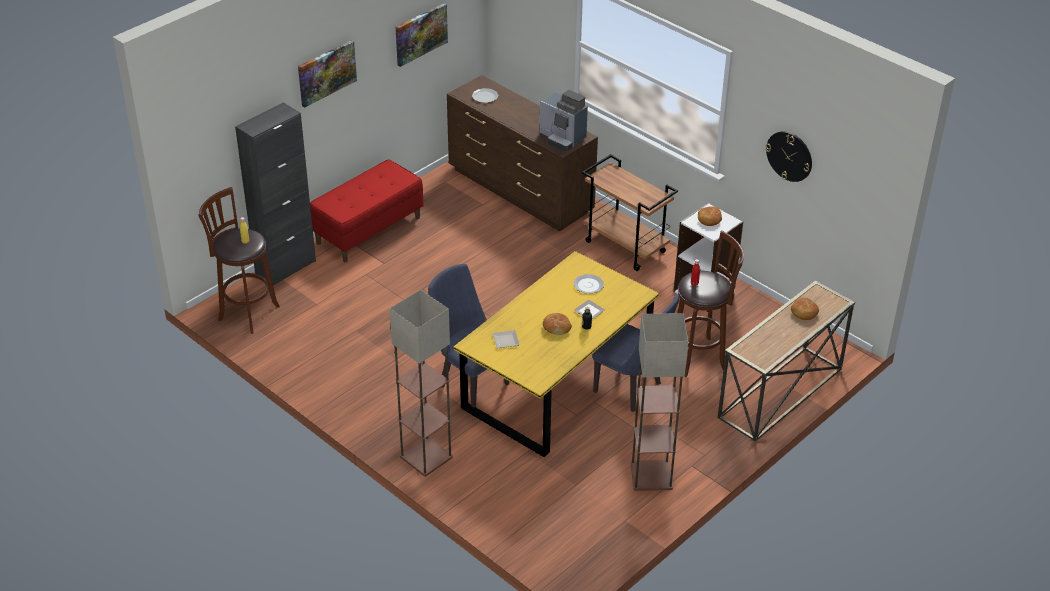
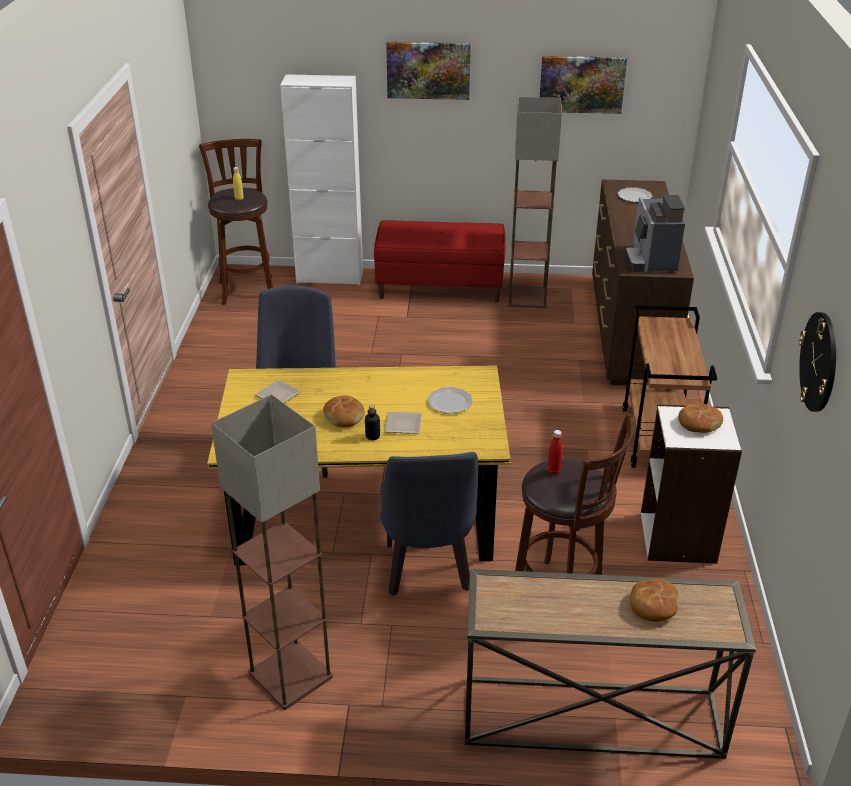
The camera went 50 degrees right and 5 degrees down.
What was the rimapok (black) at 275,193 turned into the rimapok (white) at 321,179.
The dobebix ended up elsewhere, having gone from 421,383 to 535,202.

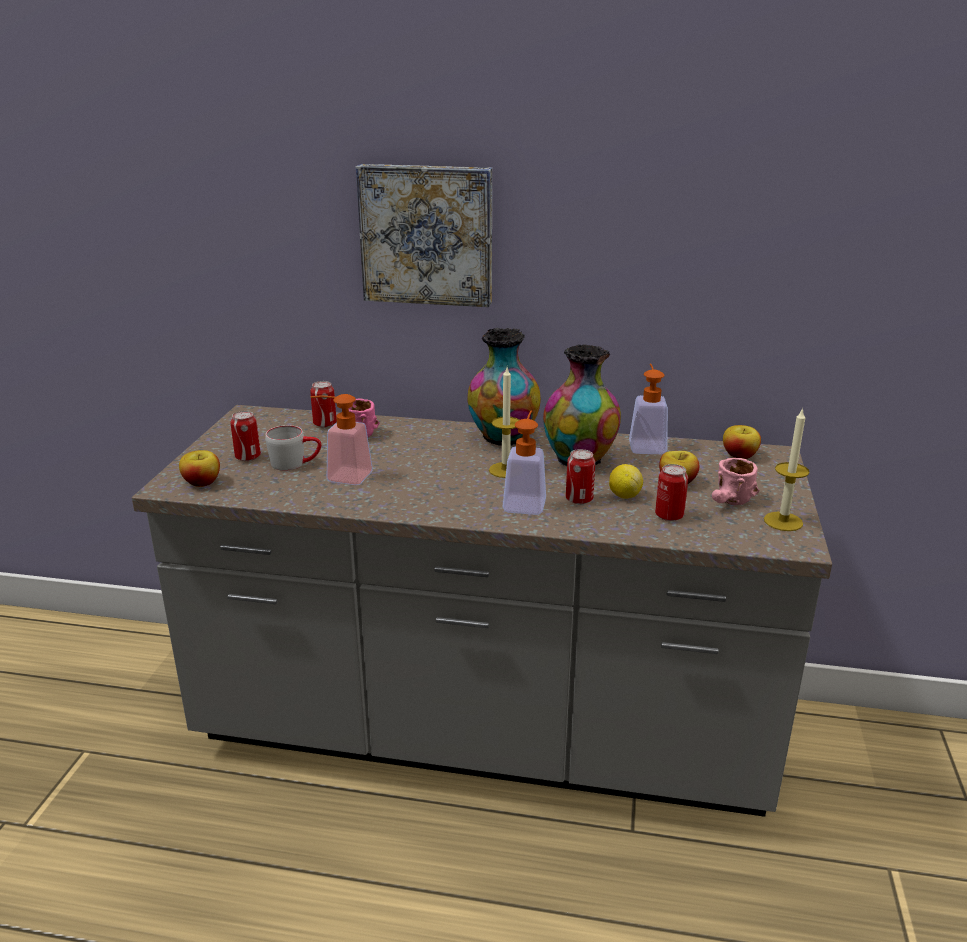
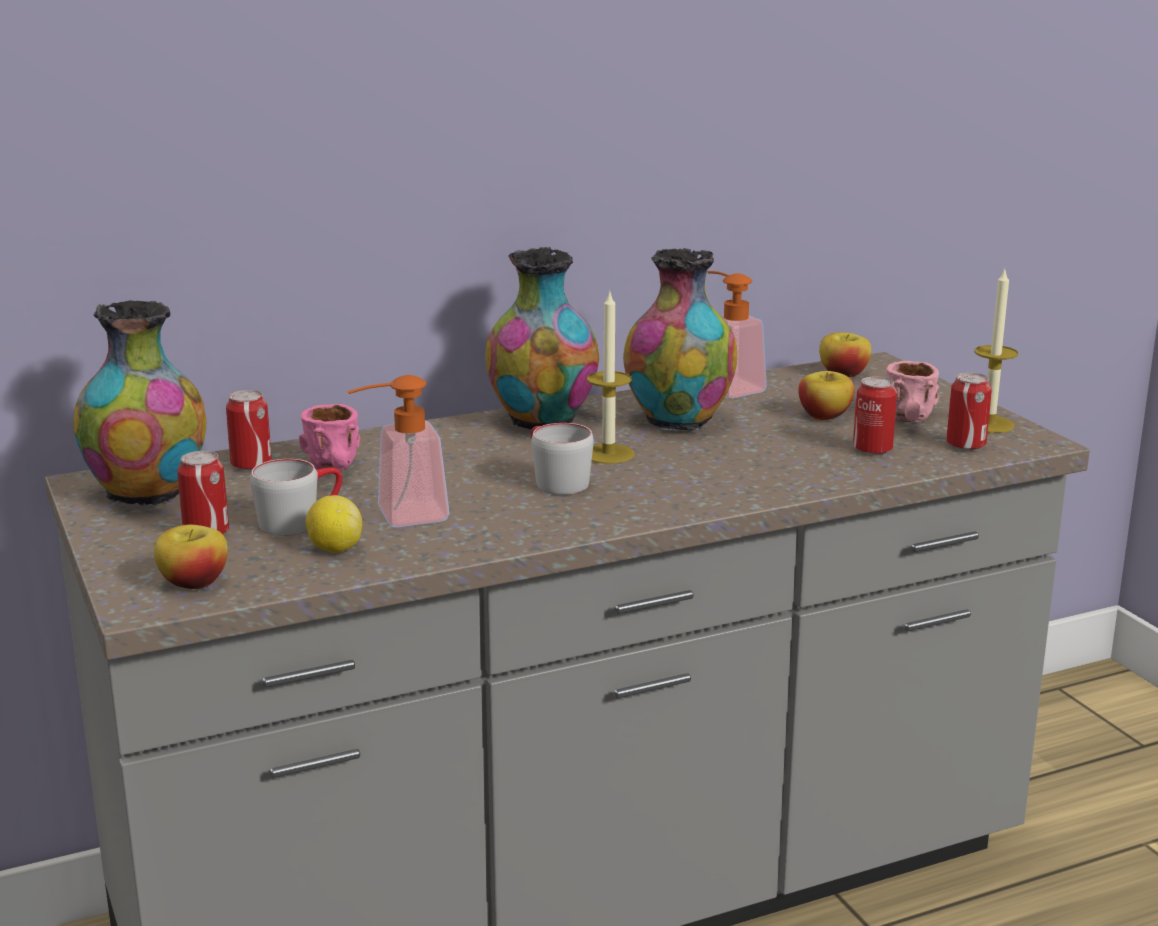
The camera went 35 degrees left and 5 degrees down.
The second view lost the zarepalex at 424,235.
The second view lost the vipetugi at 524,462.
The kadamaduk ended up elsewhere, having gone from 580,476 to 969,411.
The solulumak ended up elsewhere, having gone from 626,481 to 334,524.
The second view gained the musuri at 140,403.
The second view gained the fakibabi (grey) at 562,459.

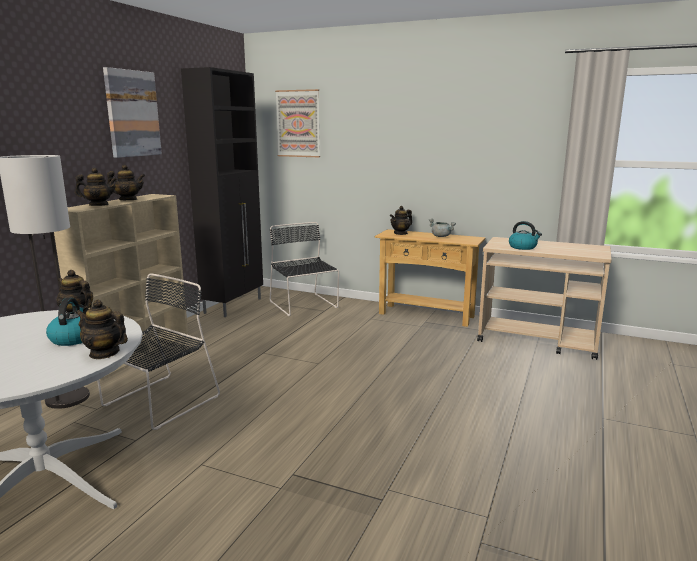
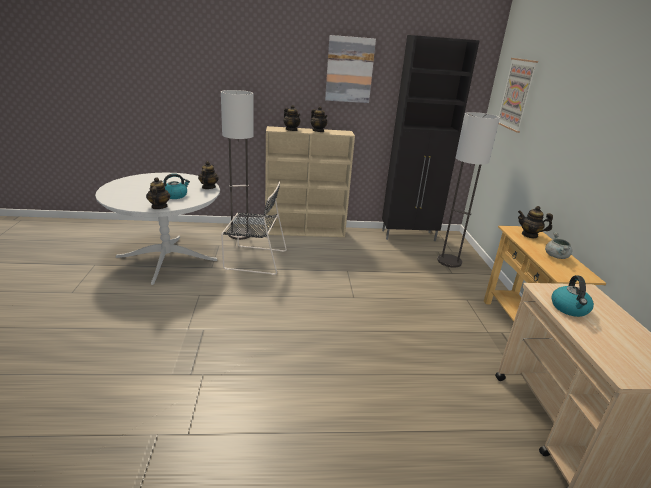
The camera went 60 degrees right and 10 degrees up.
Where the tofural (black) stood at 304,269, the dobebix came to stand at 468,190.

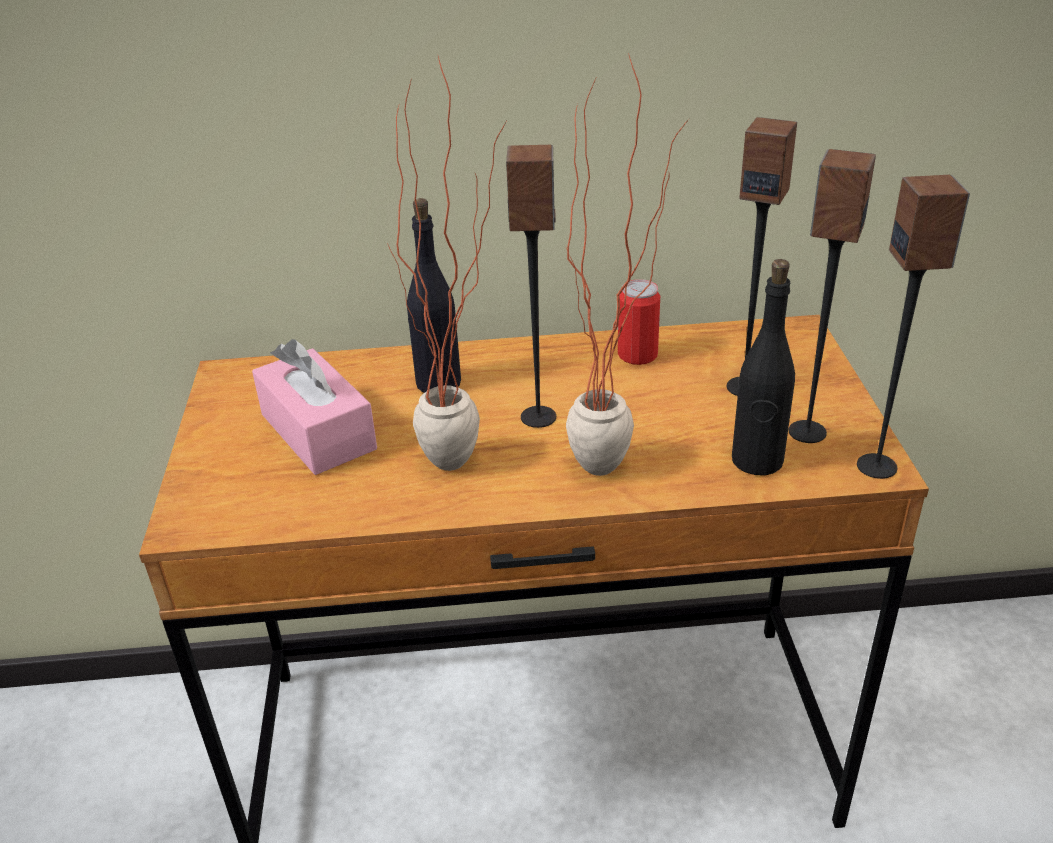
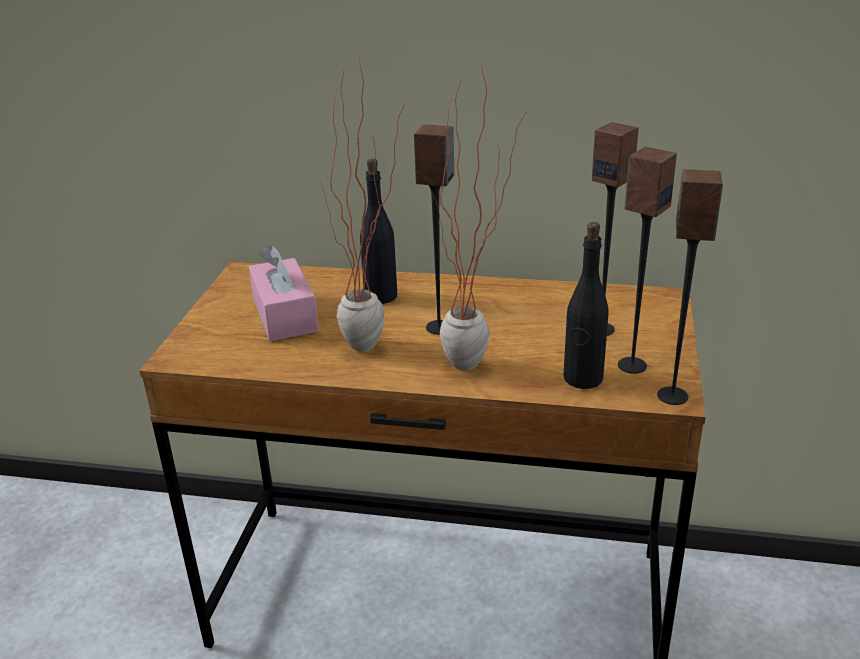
The camera went 15 degrees right and 5 degrees down.
The second view lost the kadamaduk at 639,322.

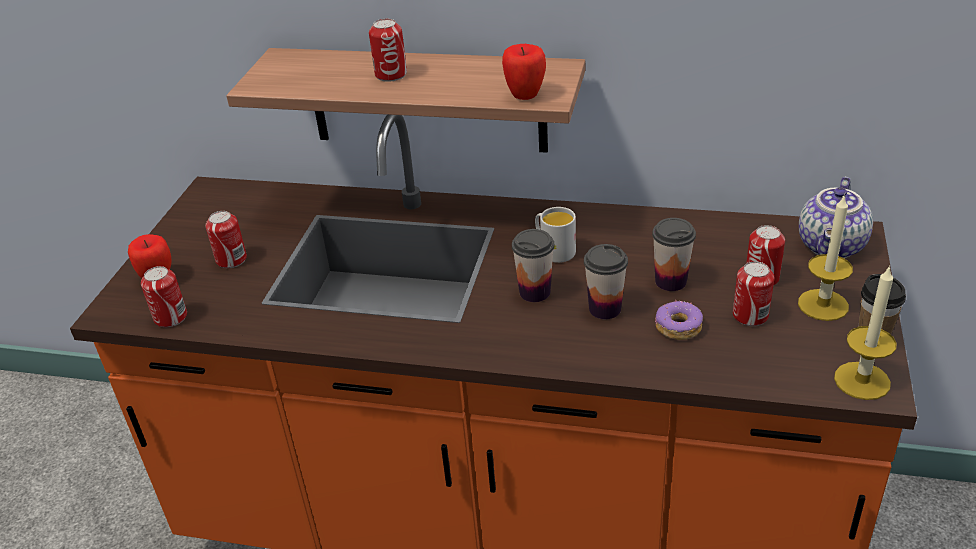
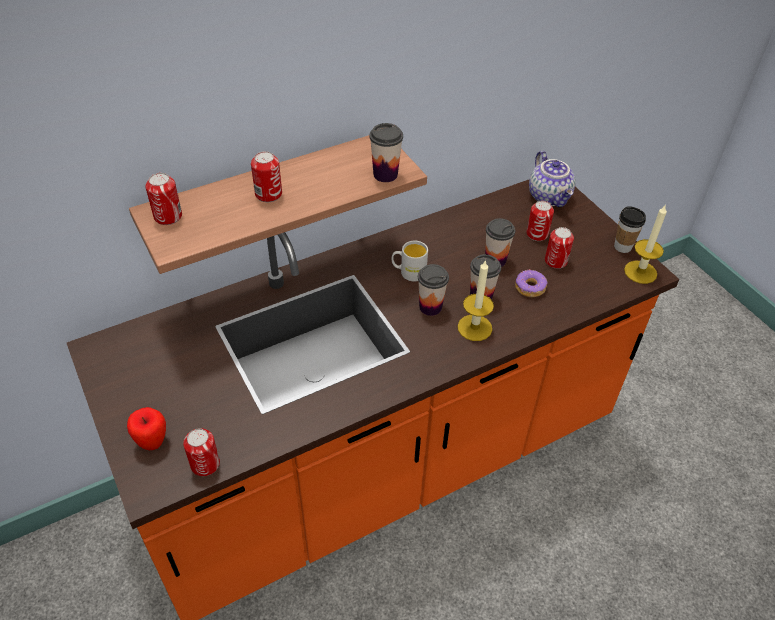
The camera went 45 degrees left and 10 degrees up.
Where the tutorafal stood at 524,72, the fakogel came to stand at 386,152.
The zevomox ended up elsewhere, having gone from 825,257 to 476,300.
The kadamaduk ended up elsewhere, having gone from 226,239 to 163,199.

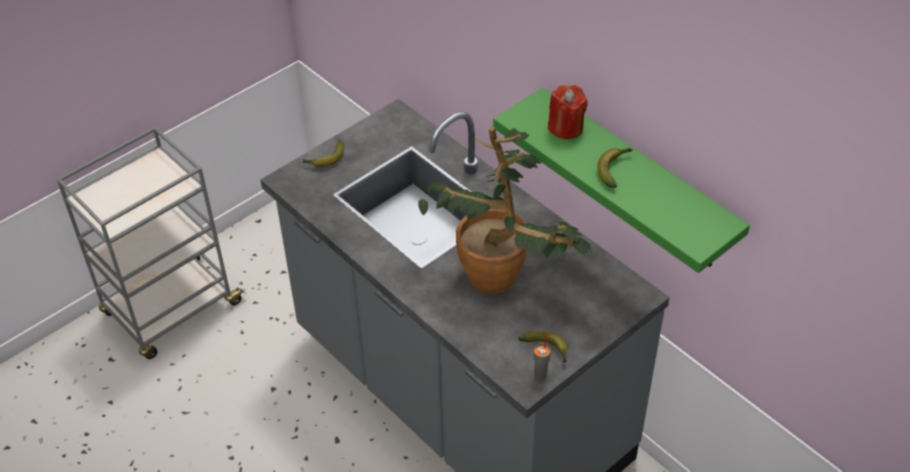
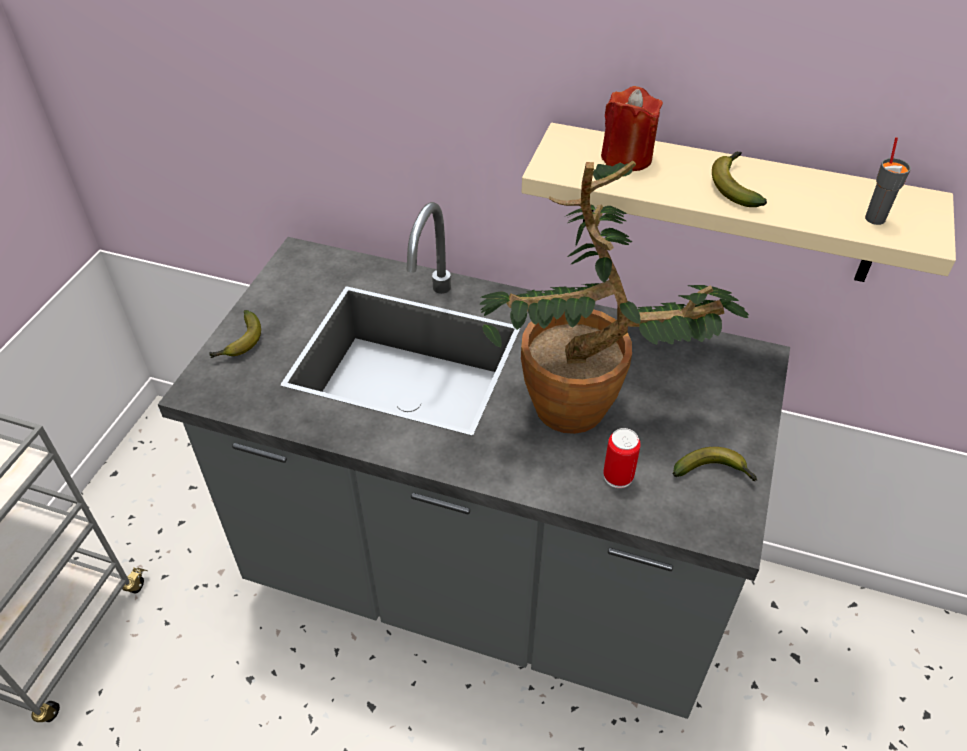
The camera went 30 degrees left and 0 degrees up.
What was the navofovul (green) at 621,180 turned into the navofovul (beige) at 739,202.
The fakogel (grey) ended up elsewhere, having gone from 542,356 to 888,181.
The second view gained the kadamaduk at 622,458.

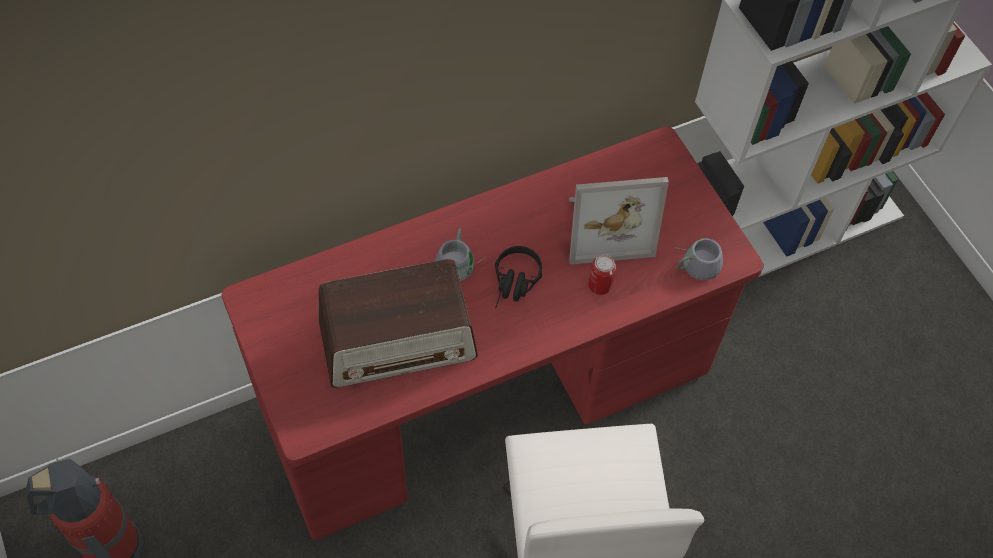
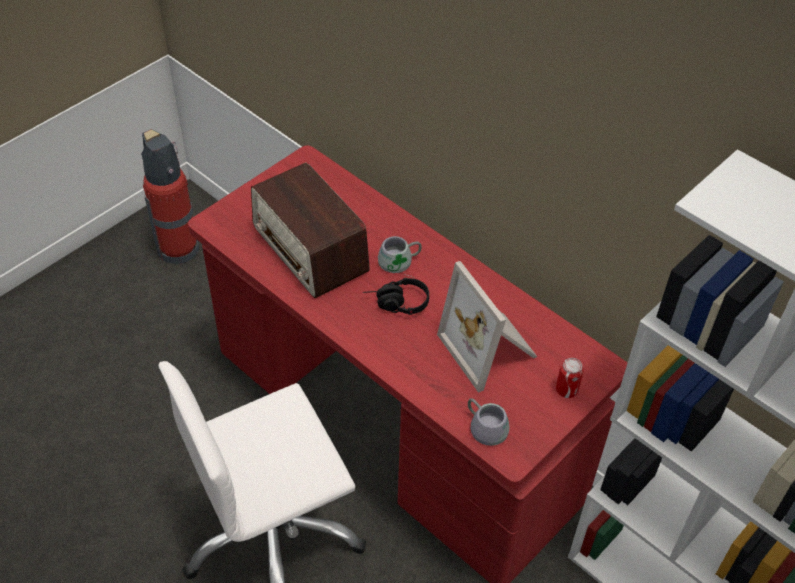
The camera went 70 degrees right and 10 degrees down.
The kadamaduk ended up elsewhere, having gone from 602,274 to 570,378.

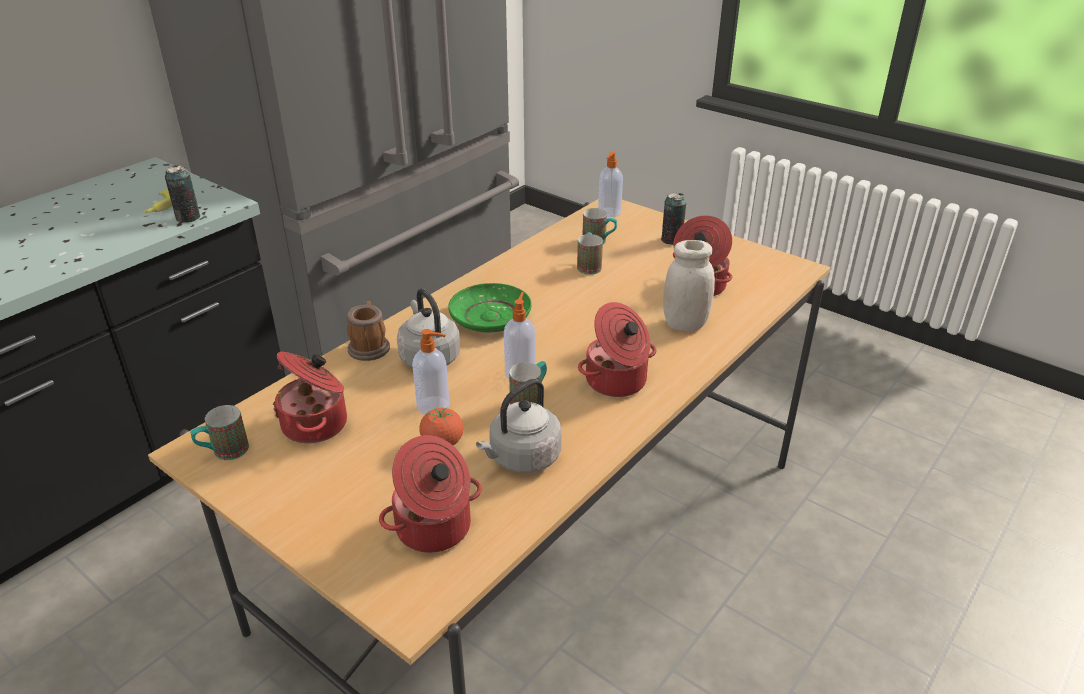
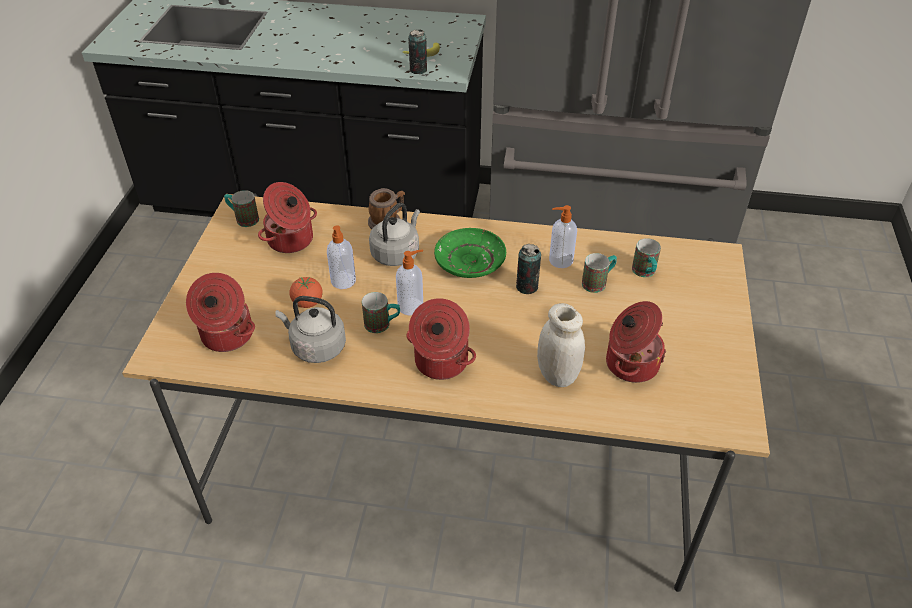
The camera went 60 degrees right and 10 degrees up.
The vipetugi ended up elsewhere, having gone from 610,184 to 563,236.
The kadamaduk ended up elsewhere, having gone from 673,218 to 528,269.

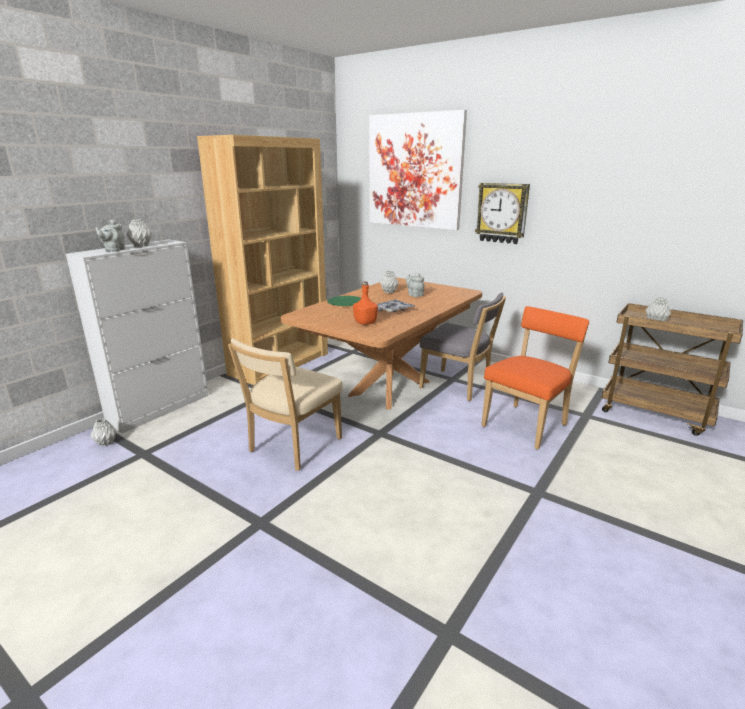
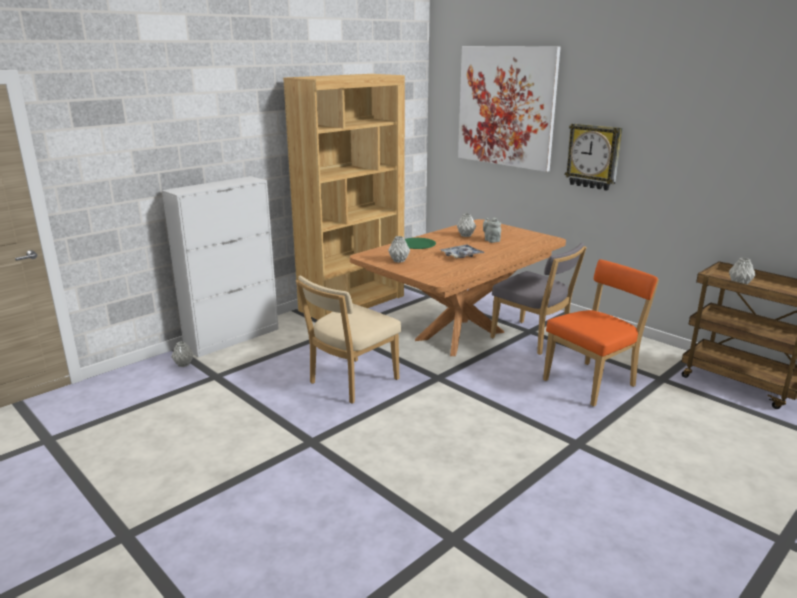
The camera went 10 degrees right and 0 degrees up.
The musuri (grey) ended up elsewhere, having gone from 139,233 to 399,249.
The second view lost the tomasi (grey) at 110,236.
The second view lost the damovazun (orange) at 365,303.

